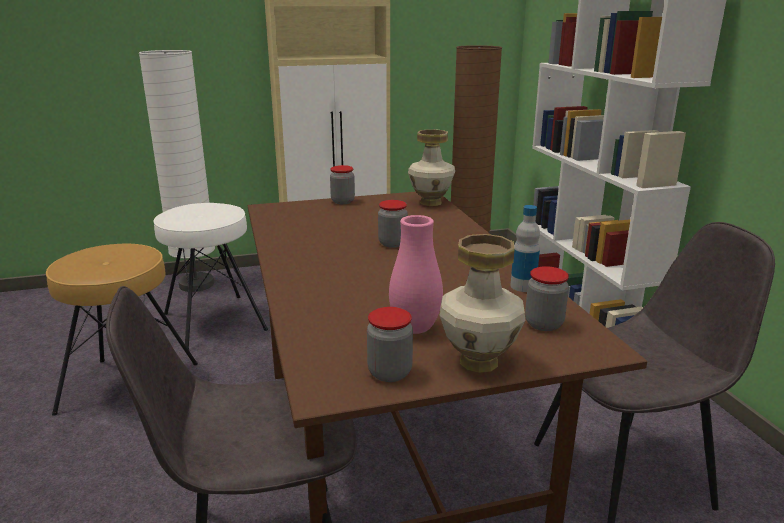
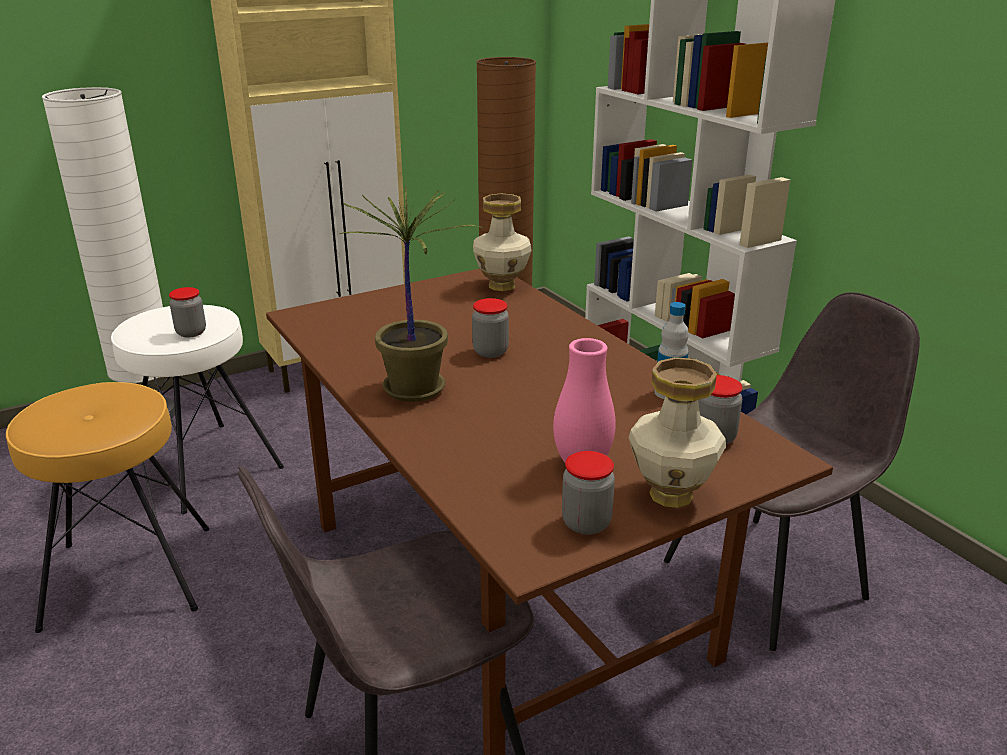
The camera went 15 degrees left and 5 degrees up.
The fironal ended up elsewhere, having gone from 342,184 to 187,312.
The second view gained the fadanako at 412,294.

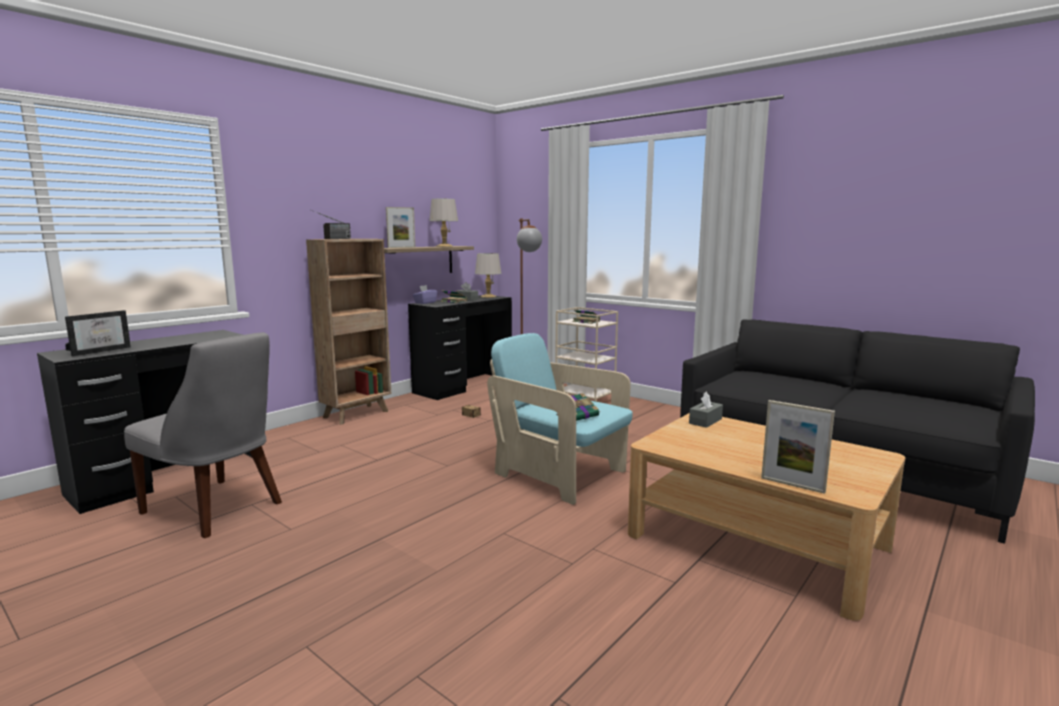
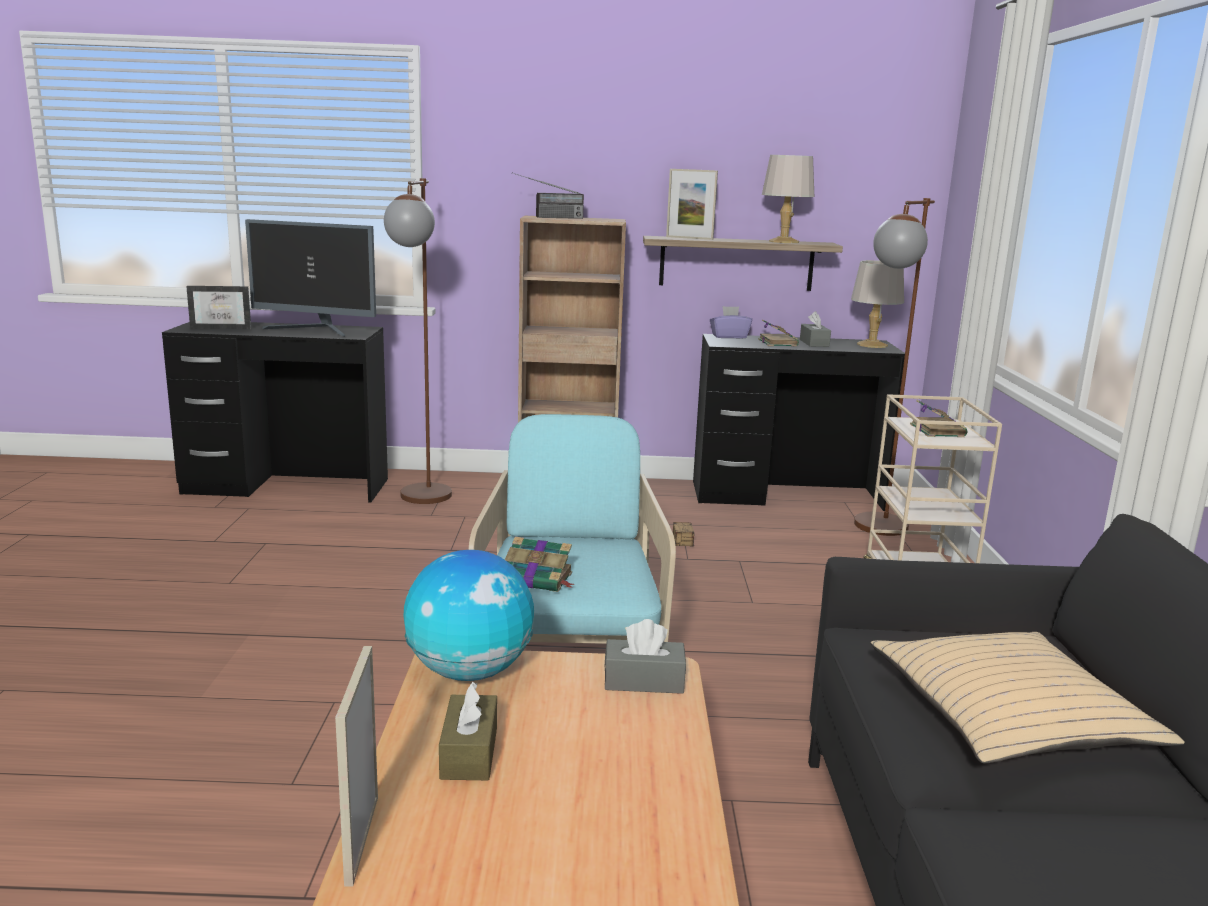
The camera went 50 degrees right and 5 degrees up.
The second view lost the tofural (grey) at 203,435.
The second view gained the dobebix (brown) at 418,341.
The second view gained the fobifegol at 310,278.
The second view gained the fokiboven at 468,615.
The second view gained the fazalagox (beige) at 1027,697.
The second view gained the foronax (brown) at 468,731.

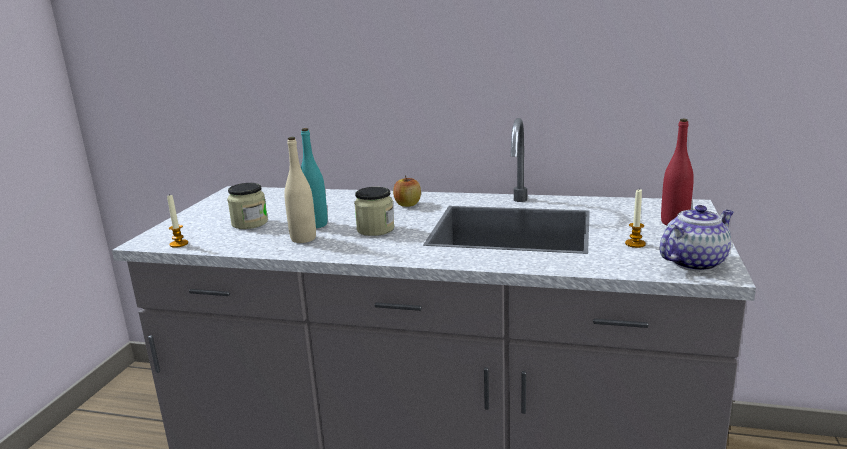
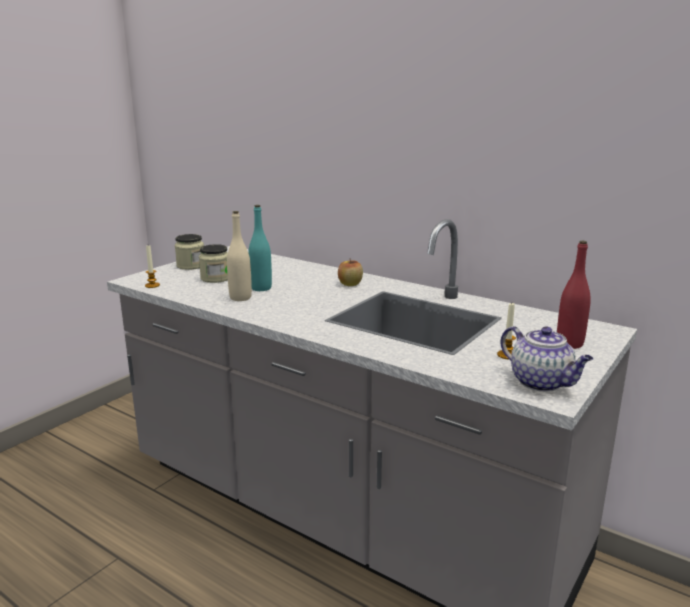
The camera went 20 degrees right and 0 degrees up.
The fironal ended up elsewhere, having gone from 374,211 to 189,252.
The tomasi at 696,238 ended up facing another way, 60 degrees clockwise from before.

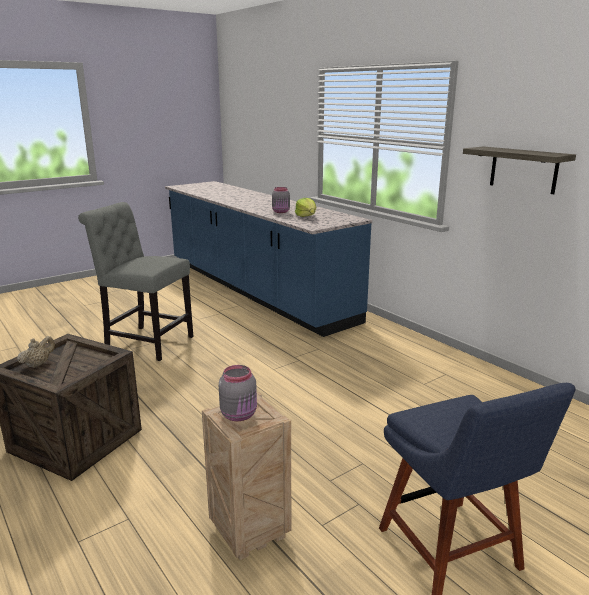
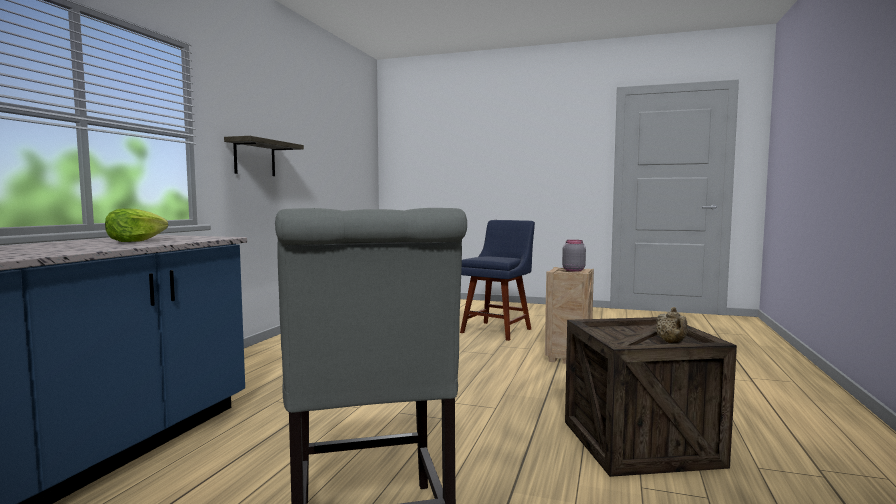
The camera went 125 degrees left and 15 degrees down.
The second view lost the fironal (grey) at 281,200.
The tomasi (beige) at 36,352 ended up facing another way, 90 degrees counterclockwise from before.

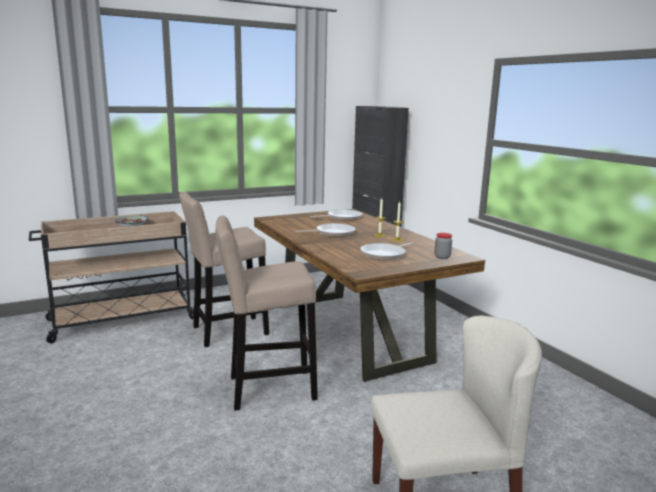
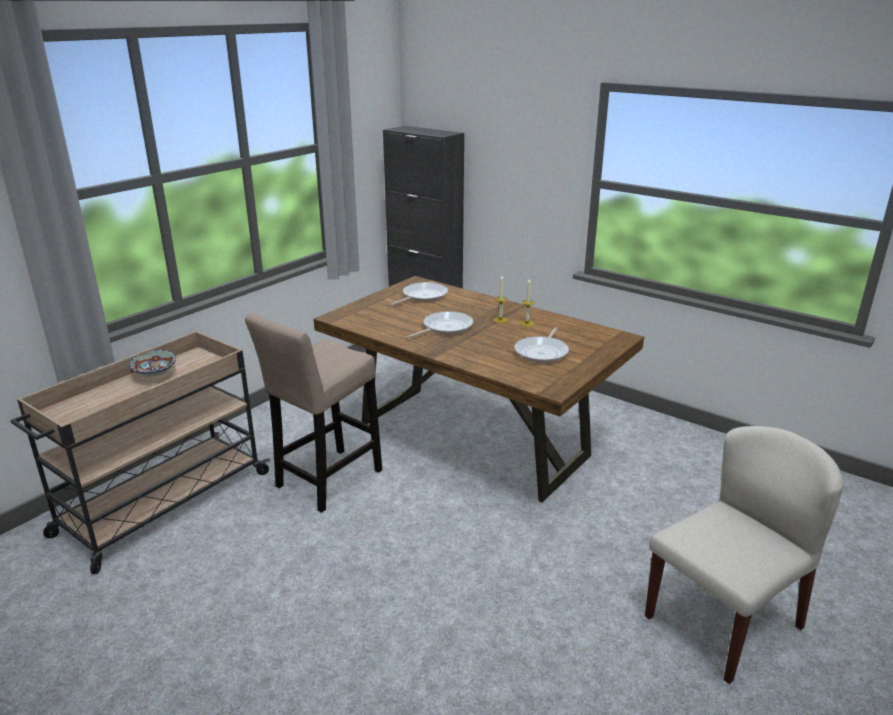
The camera went 25 degrees left and 10 degrees up.
The second view lost the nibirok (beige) at 266,313.
The second view lost the fironal at 443,246.

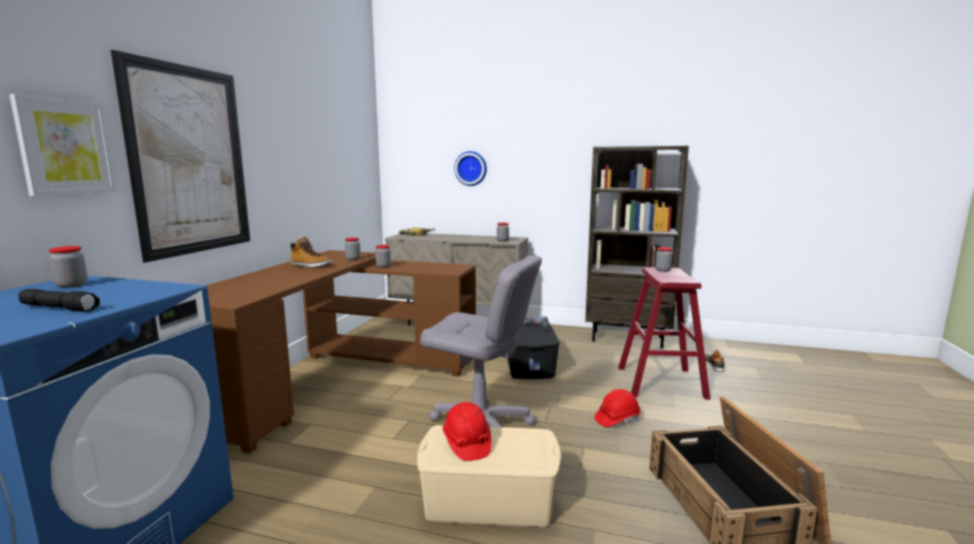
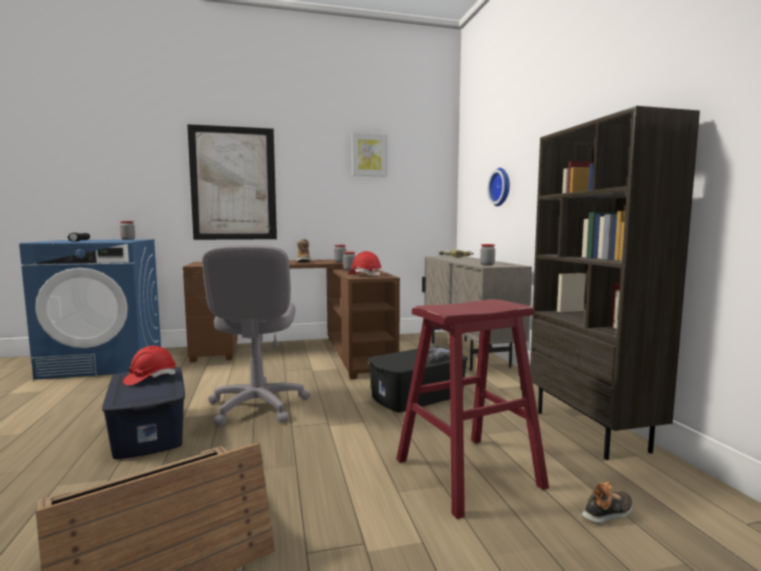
The camera went 60 degrees right and 5 degrees down.
The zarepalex ended up elsewhere, having gone from 63,145 to 369,155.
The second view lost the fironal at 664,259.
The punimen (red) ended up elsewhere, having gone from 618,408 to 365,263.
What was the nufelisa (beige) at 489,476 turned into the nufelisa (blue) at 143,413.

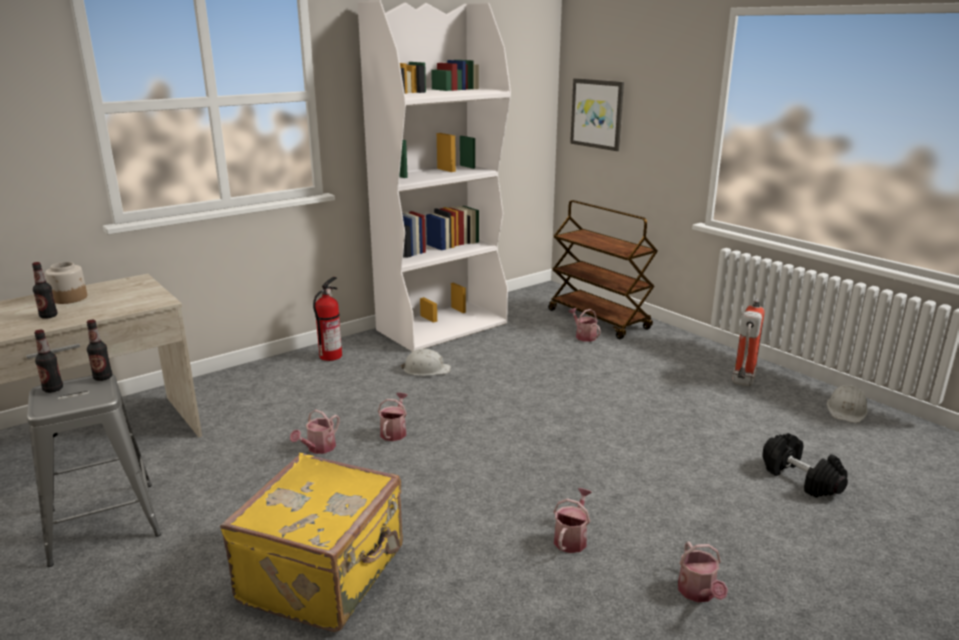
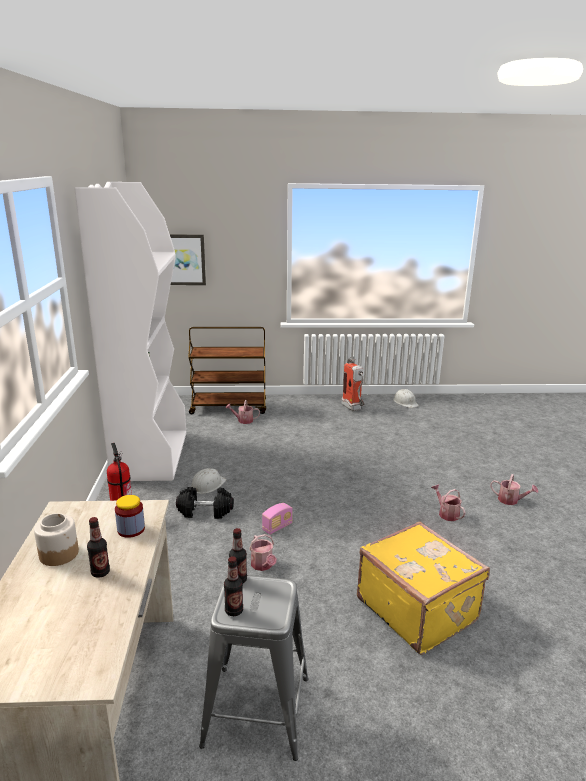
The camera went 55 degrees left and 0 degrees up.
Where the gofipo stood at 392,417, the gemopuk came to stand at 277,519.
The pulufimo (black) ended up elsewhere, having gone from 805,465 to 205,503.
The second view gained the fironal at 130,516.

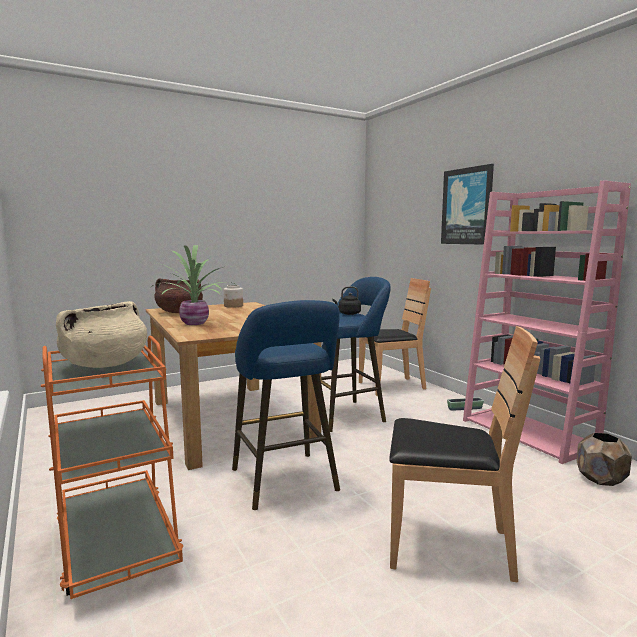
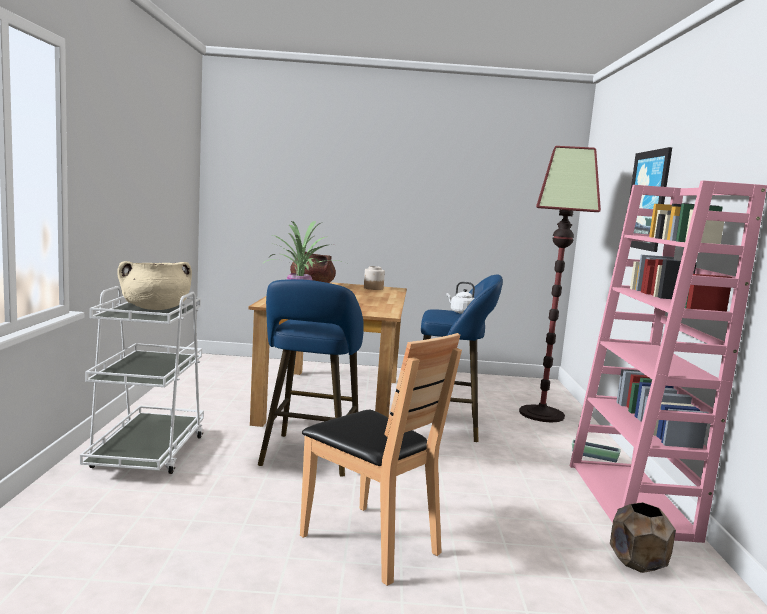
The camera went 30 degrees right and 0 degrees up.
Where the tofural (brown) stood at 395,337, the dobebix came to stand at 560,284.
What was the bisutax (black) at 346,300 turned into the bisutax (white) at 461,298.
What was the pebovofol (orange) at 112,467 turned into the pebovofol (white) at 142,380.

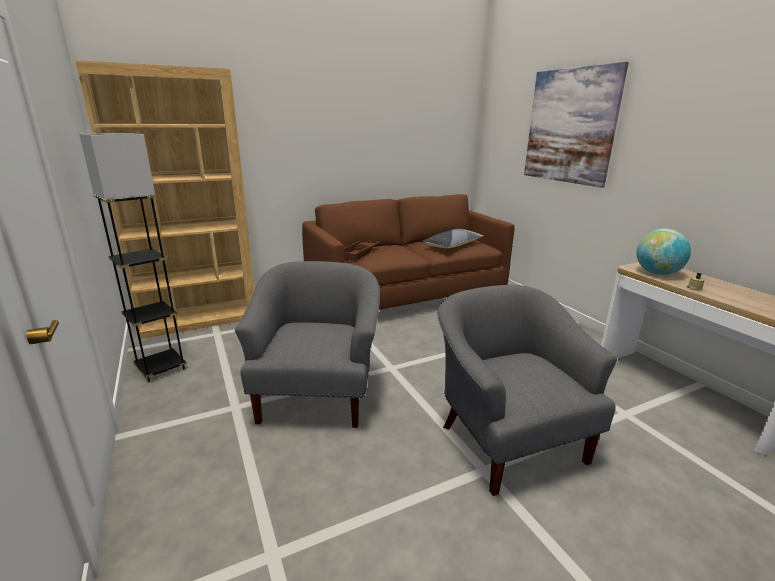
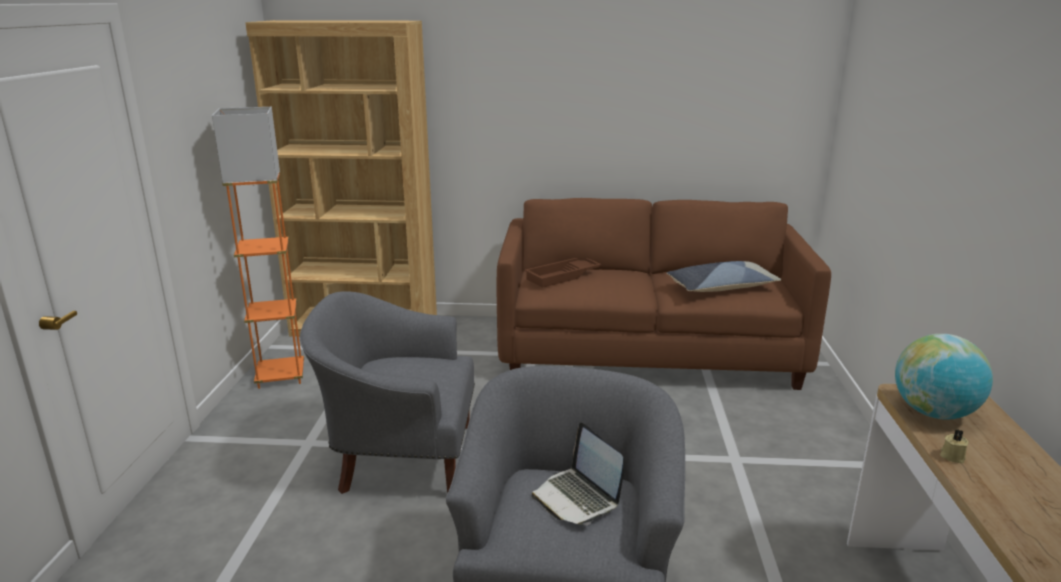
The camera went 30 degrees right and 0 degrees up.
The second view lost the zarepalex at 576,125.
What was the dobebix (grey) at 133,257 turned into the dobebix (orange) at 258,248.
The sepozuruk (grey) at 307,344 ended up facing another way, 120 degrees counterclockwise from before.
The second view gained the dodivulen at 577,474.

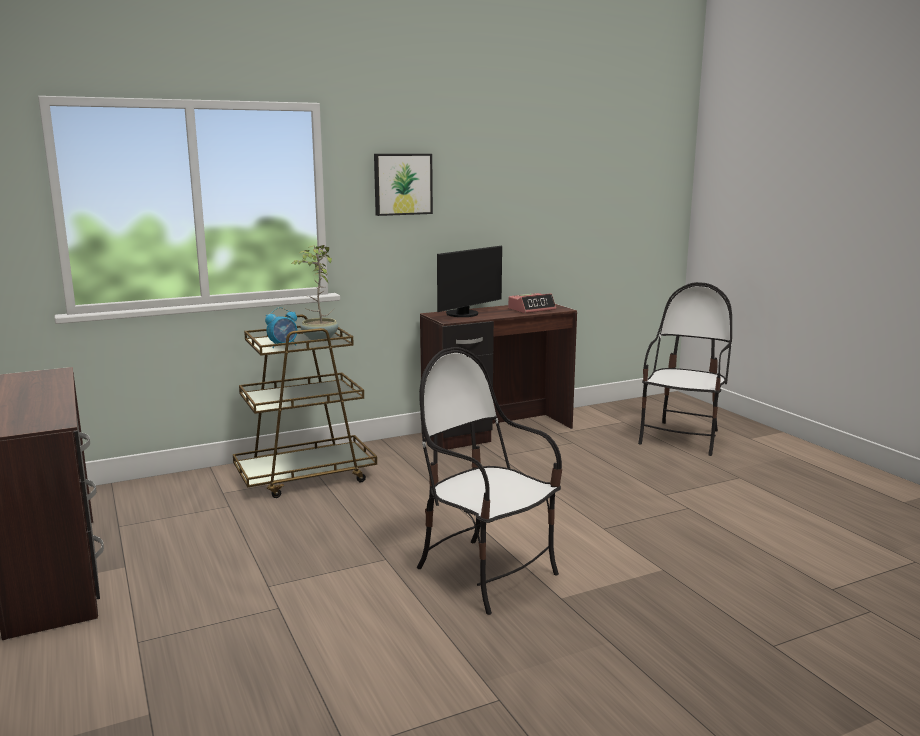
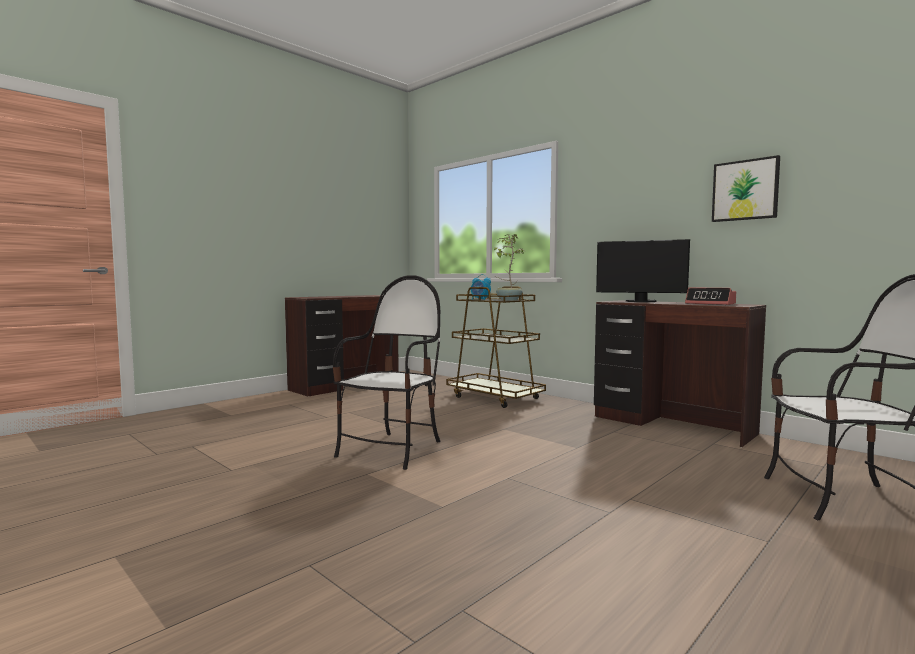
The camera went 70 degrees right and 10 degrees down.
The zarepalex ended up elsewhere, having gone from 403,185 to 746,188.

